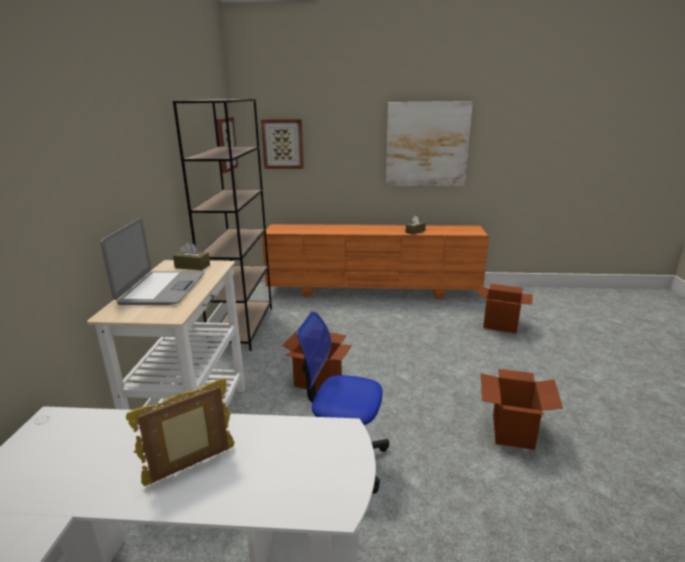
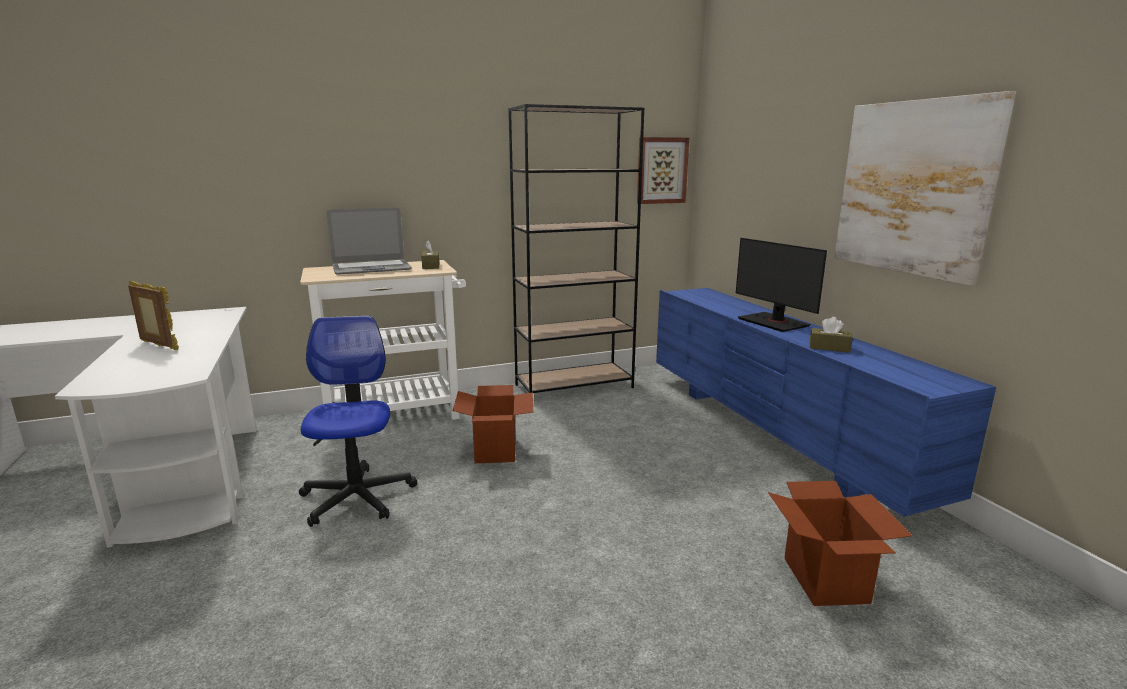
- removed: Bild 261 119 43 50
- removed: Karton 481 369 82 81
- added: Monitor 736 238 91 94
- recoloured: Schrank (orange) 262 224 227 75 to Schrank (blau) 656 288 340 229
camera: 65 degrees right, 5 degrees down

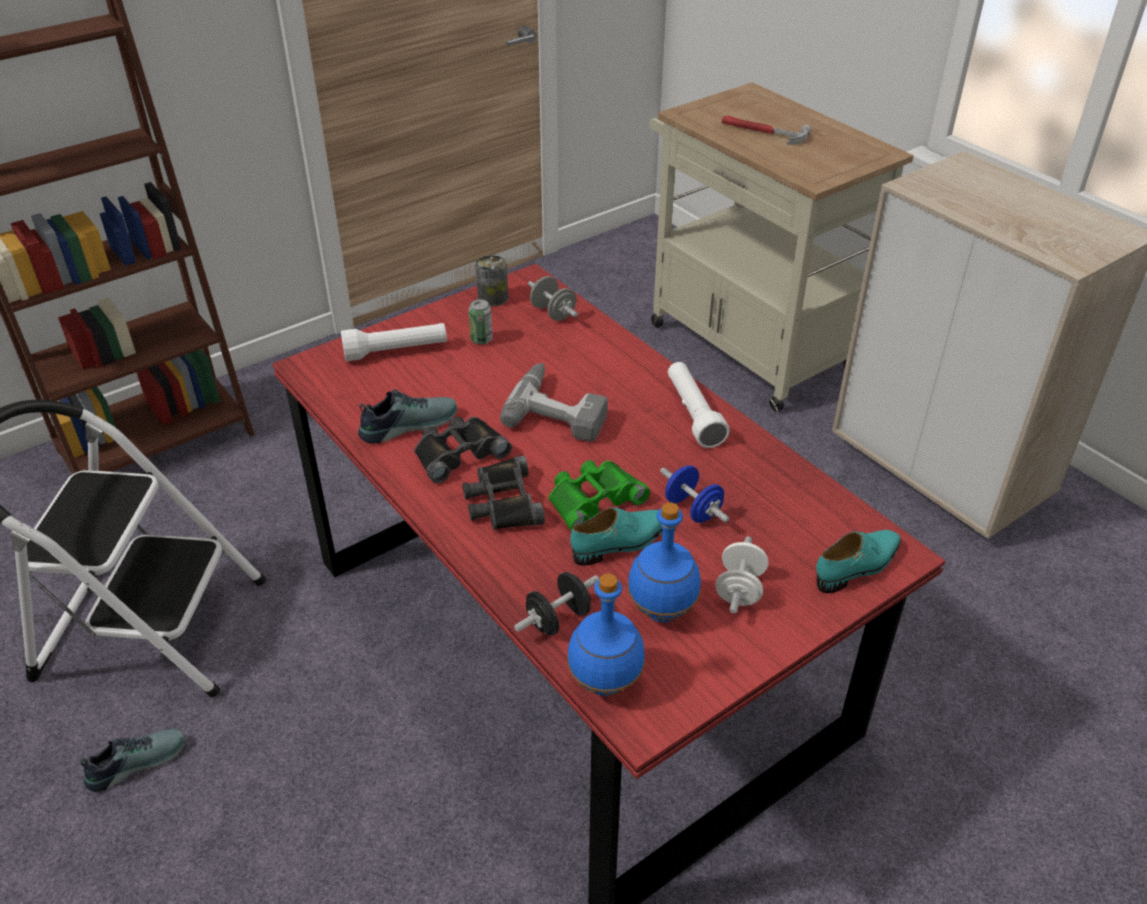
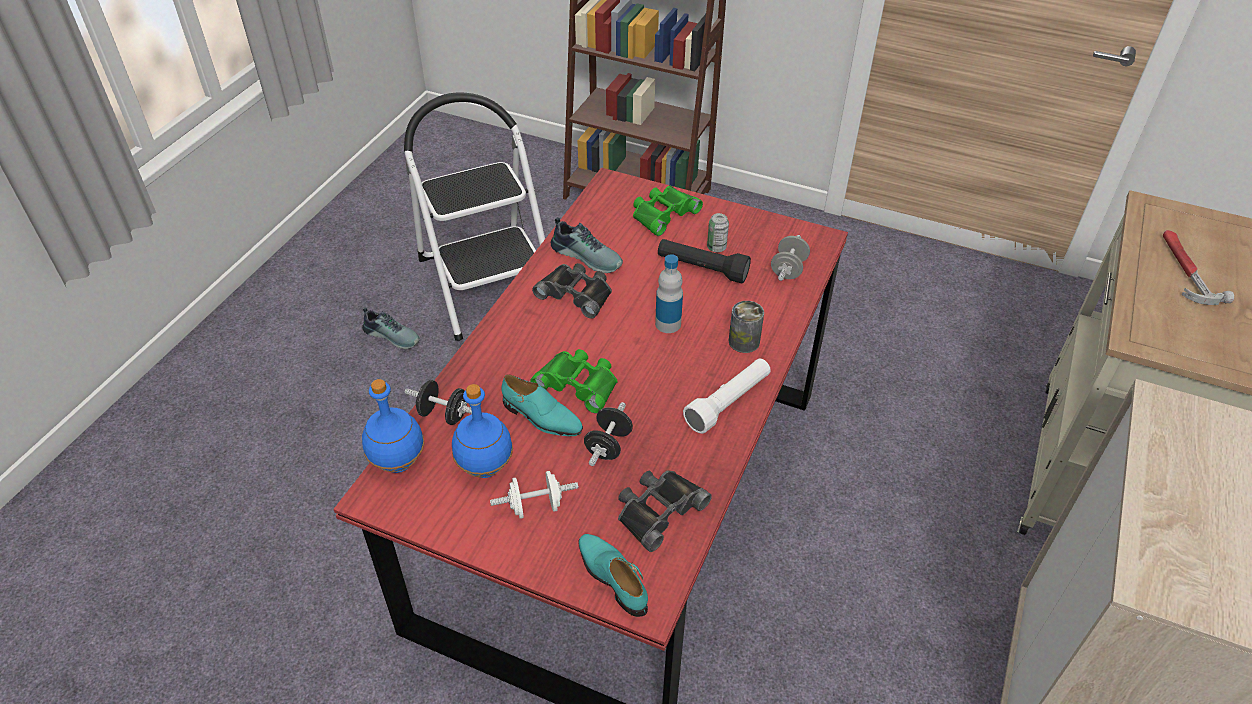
- added: Taschenlampe (schwarz) 658 239 93 45
- moved: Fernglas (schwarz) 463 455 82 75 to 618 470 94 82
- moved: Dose 476 255 32 52 to 729 301 35 52
- replaced: Taschenlampe (weiß) 341 323 106 38 to Fernglas (grün) 633 186 70 50
- replaced: Bohrmaschine 500 363 108 79 to Flasche 655 254 28 79
- recoloured: Hantel (blau) 660 465 70 58 to Hantel (schwarz) 584 402 49 64
- turned: Schuh (türkis) 816 530 85 63 = 578 534 70 83 150 degrees counterclockwise
camera: 60 degrees right, 5 degrees up

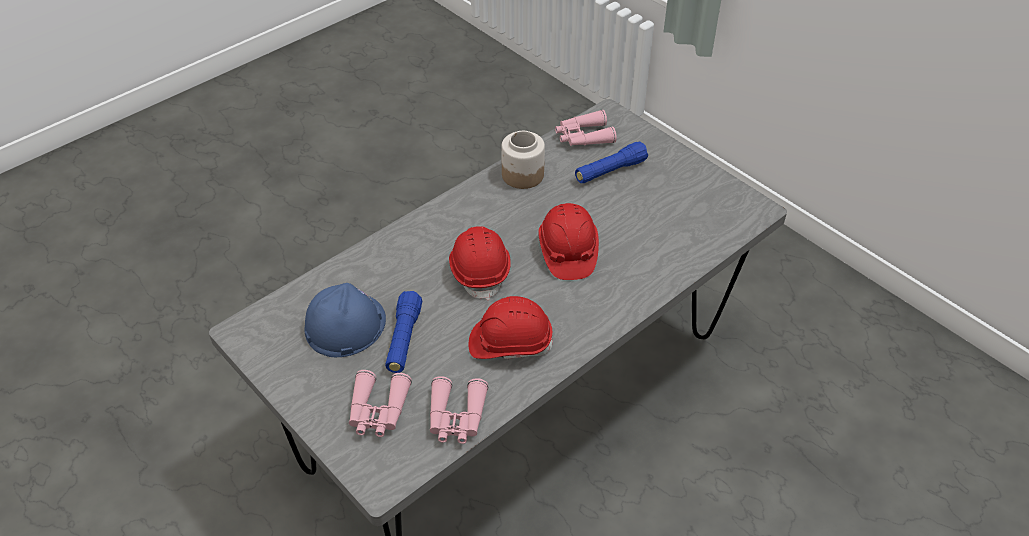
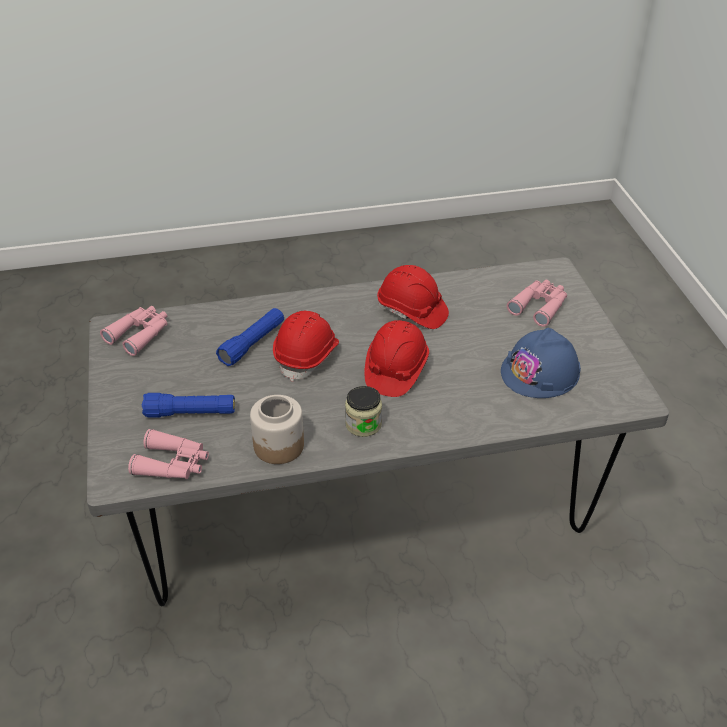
- added: Vorratsglas 345 386 37 51
- moved: Taschenlampe (blau) 385 291 37 82 to 216 308 68 58
- moved: Fernglas (rosa) 430 376 58 68 to 100 306 67 50
camera: 150 degrees left, 5 degrees down

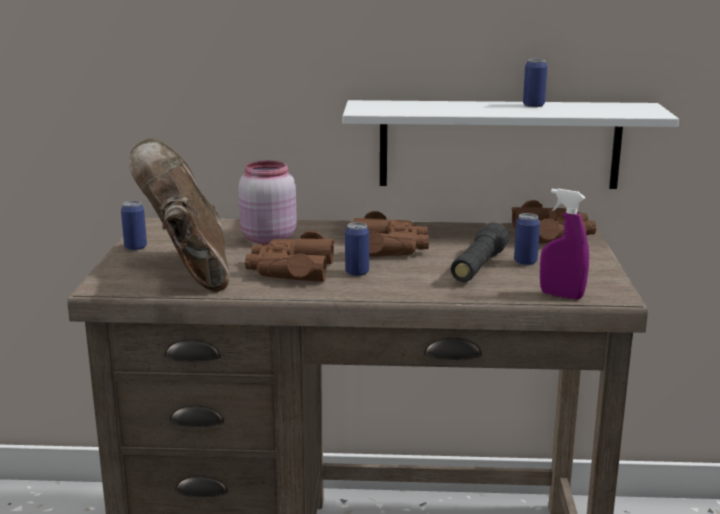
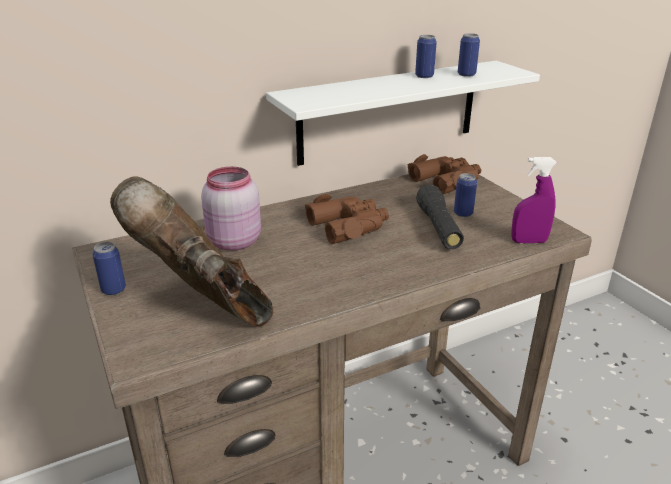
- removed: Fernglas (braun) 245 231 90 51
- moved: Dose 345 222 24 54 to 458 33 22 44
camera: 30 degrees left, 10 degrees up

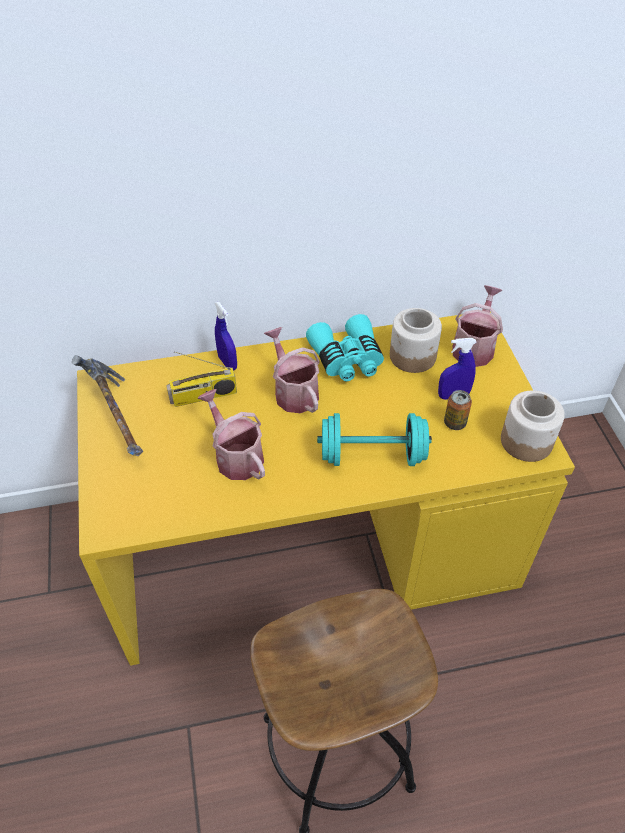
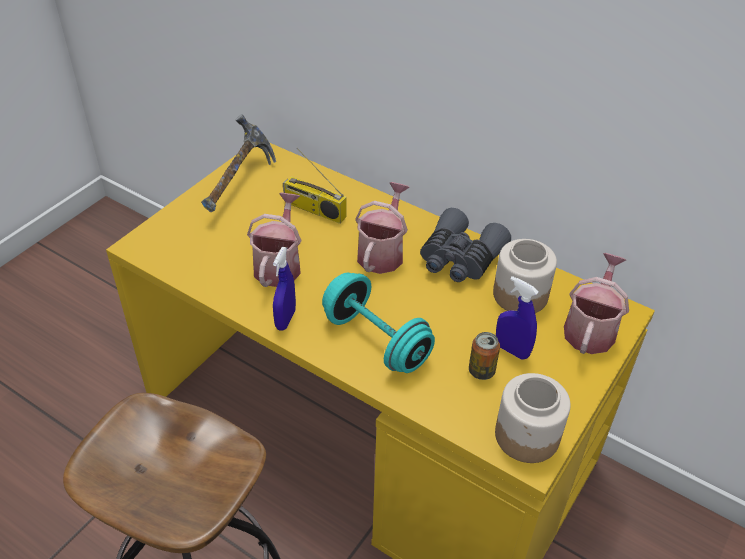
- moved: Sprühflasche (blau) 215 302 22 69 to 273 247 23 84
- recoloured: Fernglas (türkis) 306 314 78 67 to Fernglas (grau) 420 208 91 74
- turned: Gießkanne 452 285 51 82 = 564 253 65 101 45 degrees counterclockwise
camera: 45 degrees right, 5 degrees down

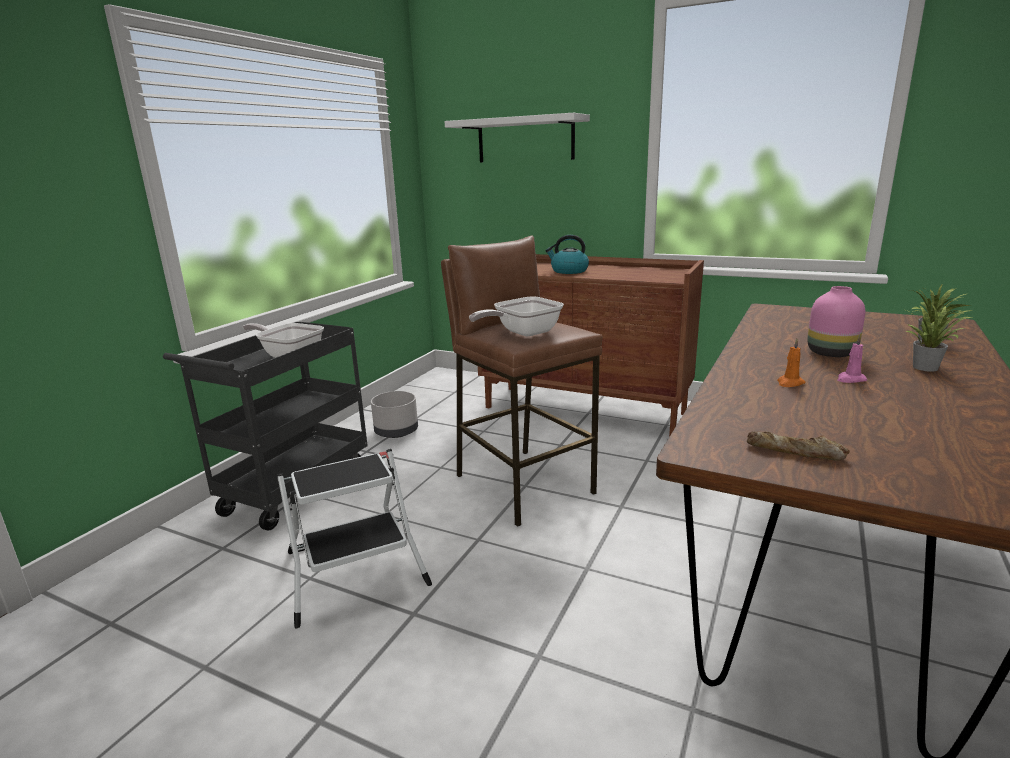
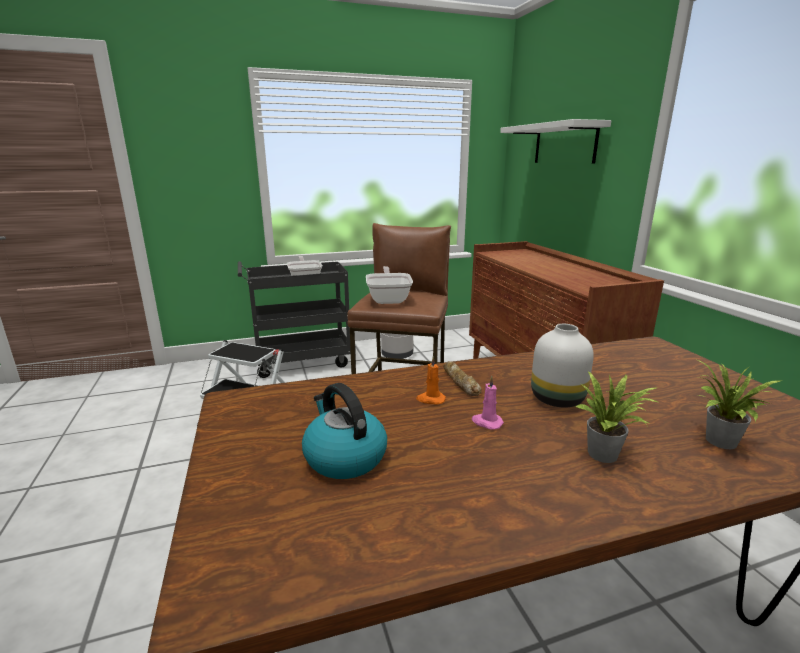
- moved: Wasserkessel 545 235 44 39 to 302 383 85 96
- moved: Brot 747 432 103 29 to 443 361 39 35
- recoloured: Vase (rosa) 807 286 58 71 to Vase (weiß) 531 324 63 84
- turned: Pfanne 469 297 95 39 = 366 266 47 38 75 degrees clockwise
camera: 45 degrees right, 0 degrees up

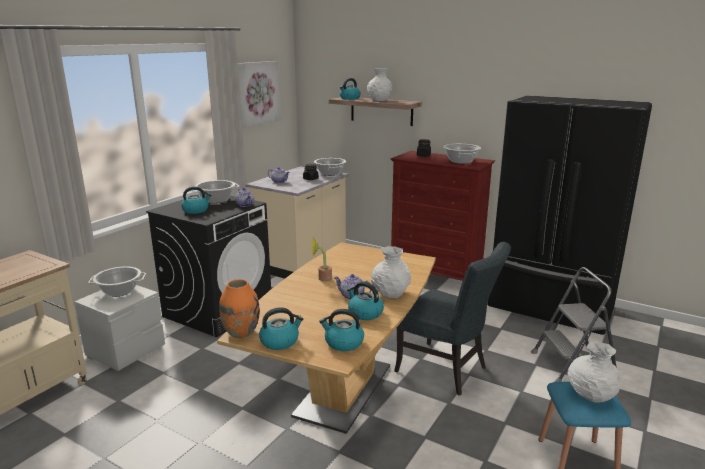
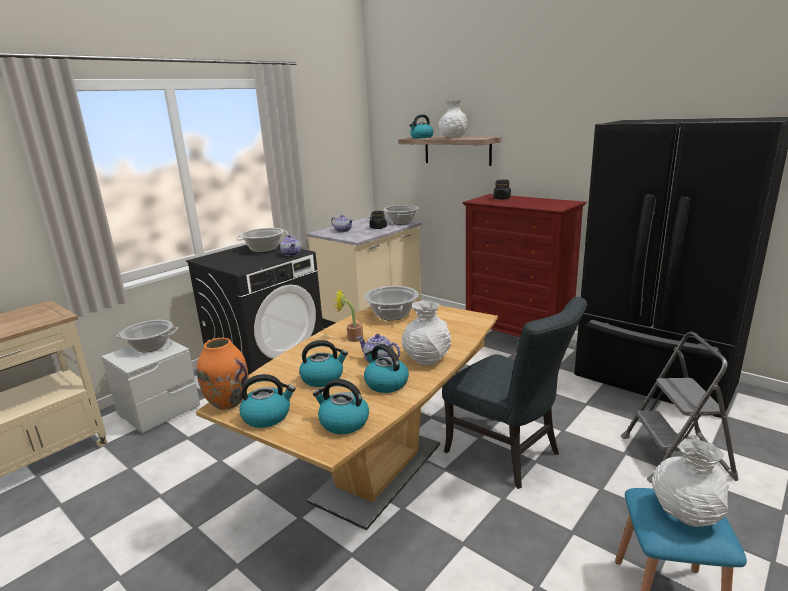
- removed: Bild 237 61 44 67
- moved: Wasserkessel 181 186 30 28 to 299 340 49 47
- moved: Kochtopf 443 144 38 20 to 364 286 55 35
camera: 10 degrees right, 0 degrees up

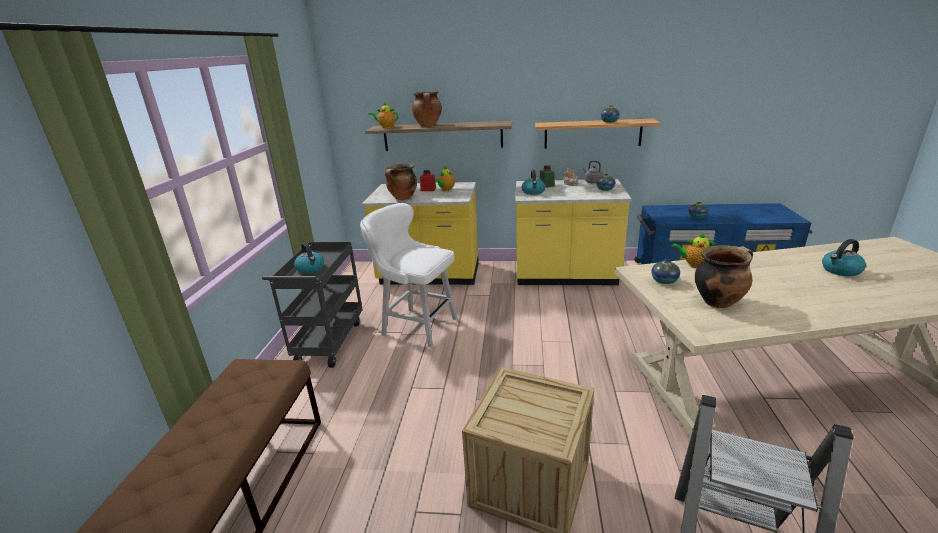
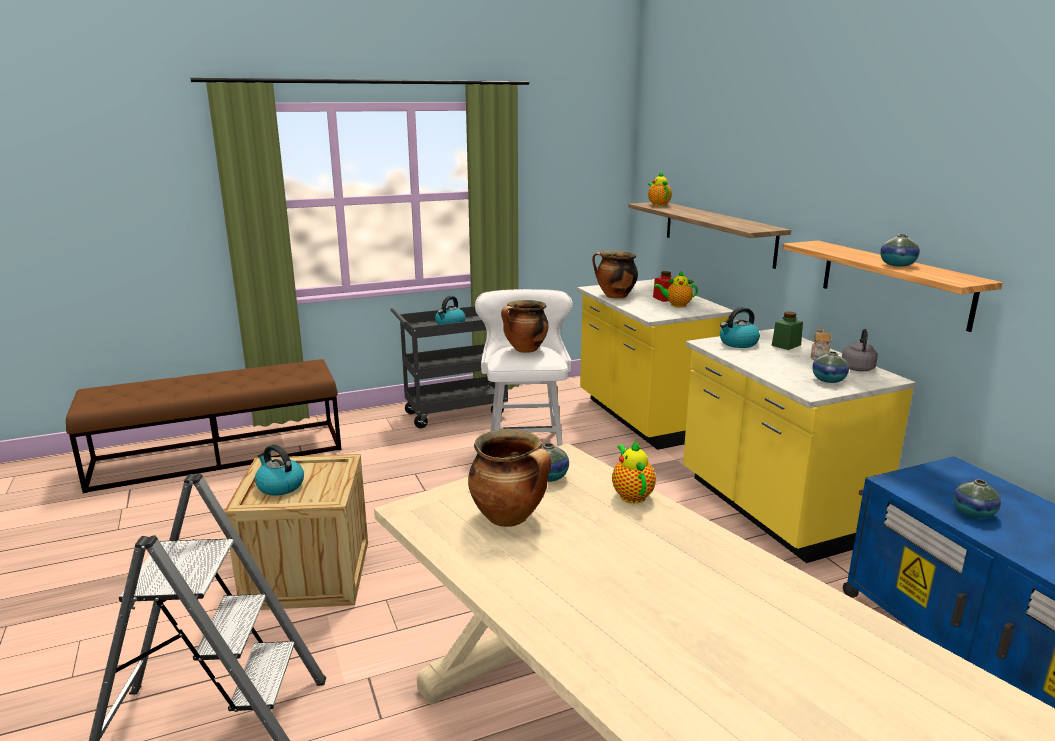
- moved: Kochtopf 412 91 30 36 to 501 300 48 53
- moved: Wasserkessel 822 239 44 37 to 255 445 49 50
camera: 60 degrees right, 5 degrees down

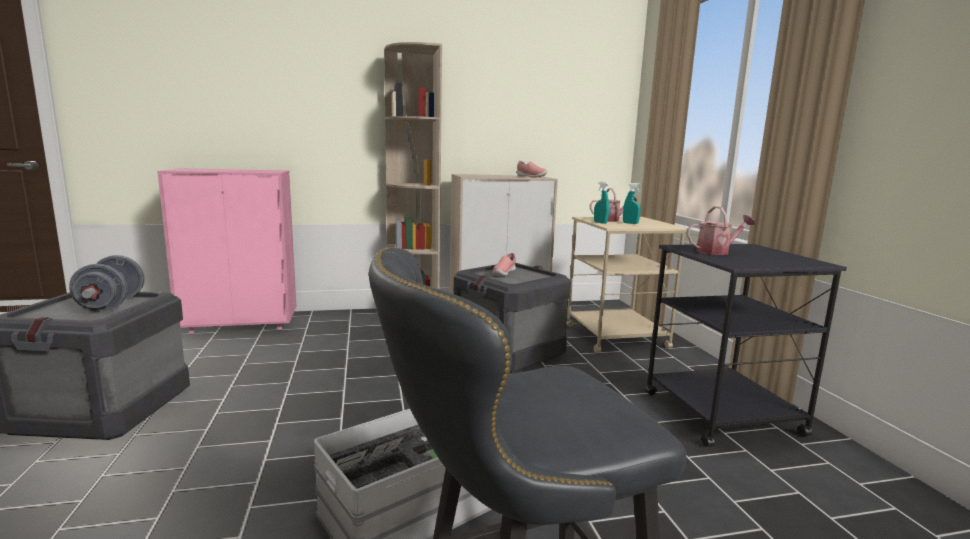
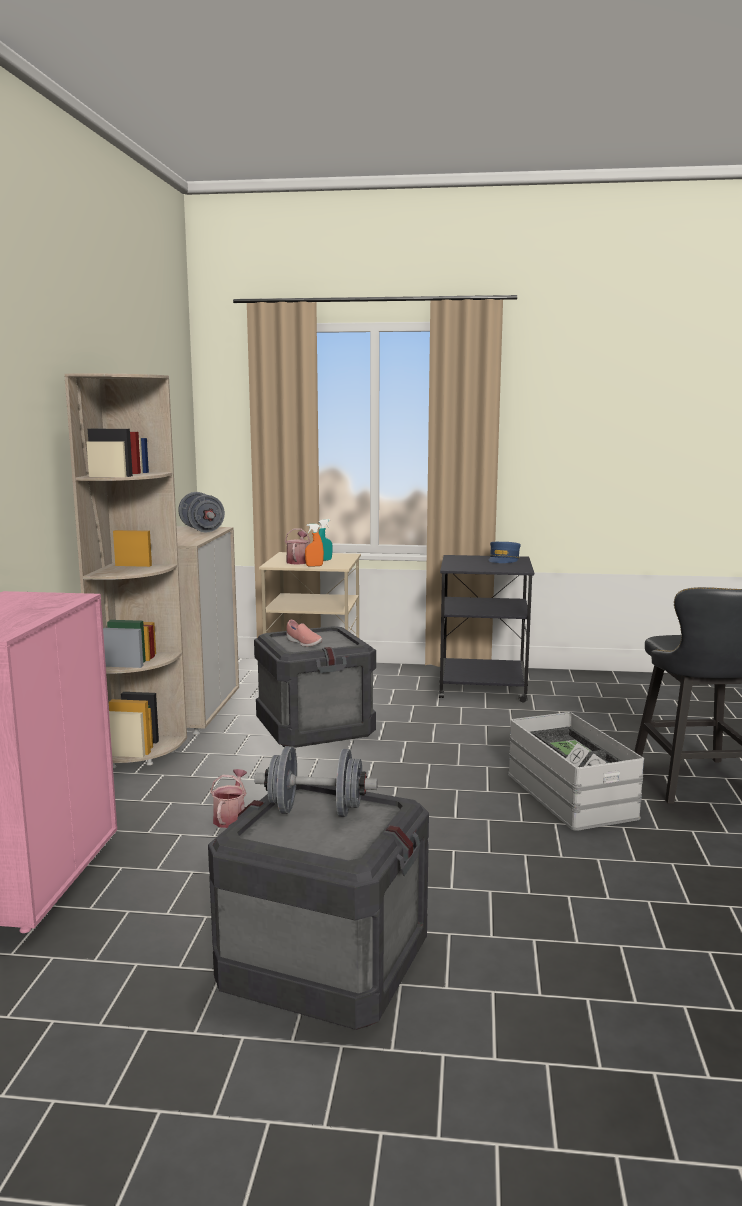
- added: Kappe (blau) 489 542 32 21
- moved: Gießkanne 687 206 68 49 to 210 769 37 59
- replaced: Schuh (rosa) 517 161 30 17 to Hantel (grau) 178 492 47 40
- recoloured: Sprühflasche (türkis) 594 182 15 42 to Sprühflasche (orange) 305 524 19 43
camera: 70 degrees left, 0 degrees up

